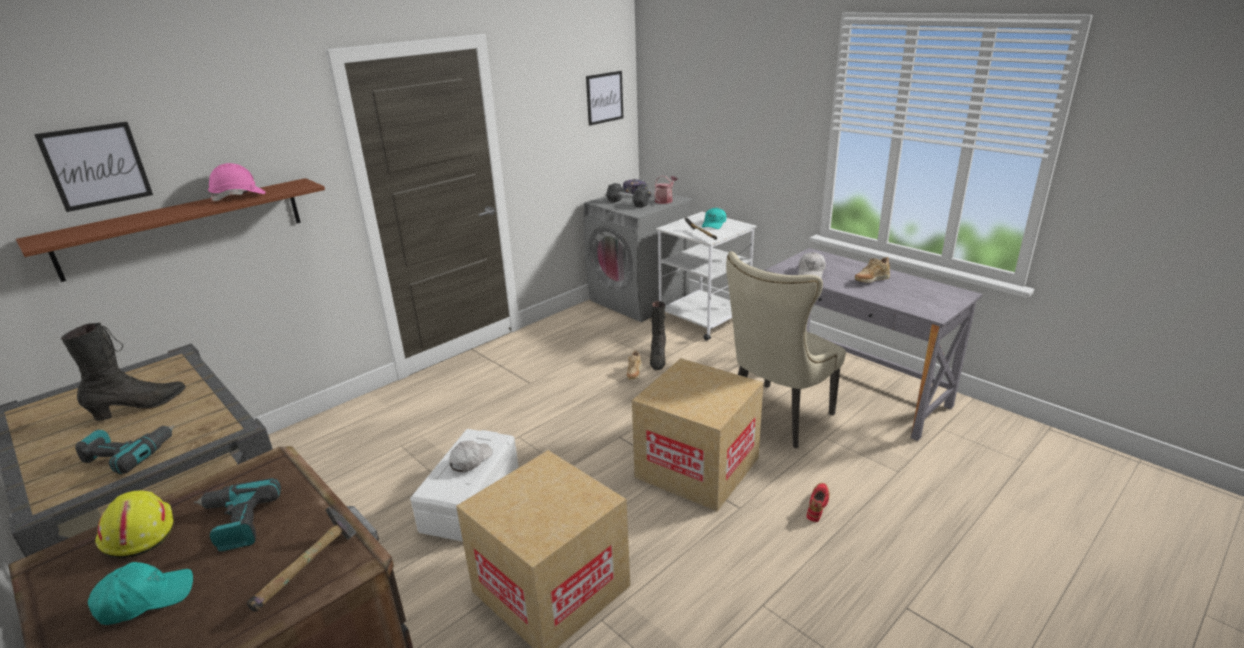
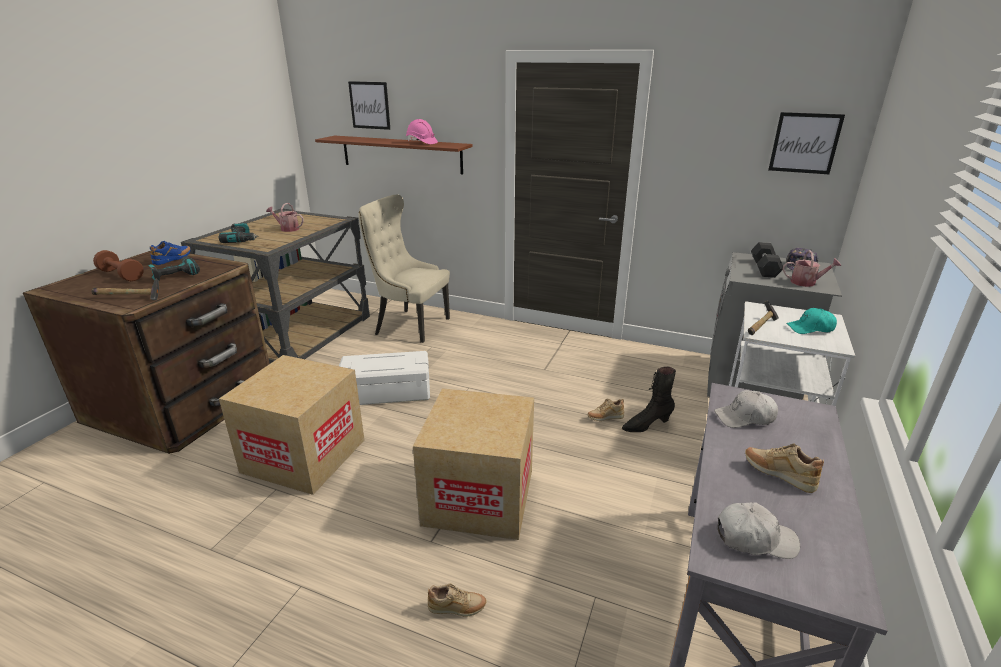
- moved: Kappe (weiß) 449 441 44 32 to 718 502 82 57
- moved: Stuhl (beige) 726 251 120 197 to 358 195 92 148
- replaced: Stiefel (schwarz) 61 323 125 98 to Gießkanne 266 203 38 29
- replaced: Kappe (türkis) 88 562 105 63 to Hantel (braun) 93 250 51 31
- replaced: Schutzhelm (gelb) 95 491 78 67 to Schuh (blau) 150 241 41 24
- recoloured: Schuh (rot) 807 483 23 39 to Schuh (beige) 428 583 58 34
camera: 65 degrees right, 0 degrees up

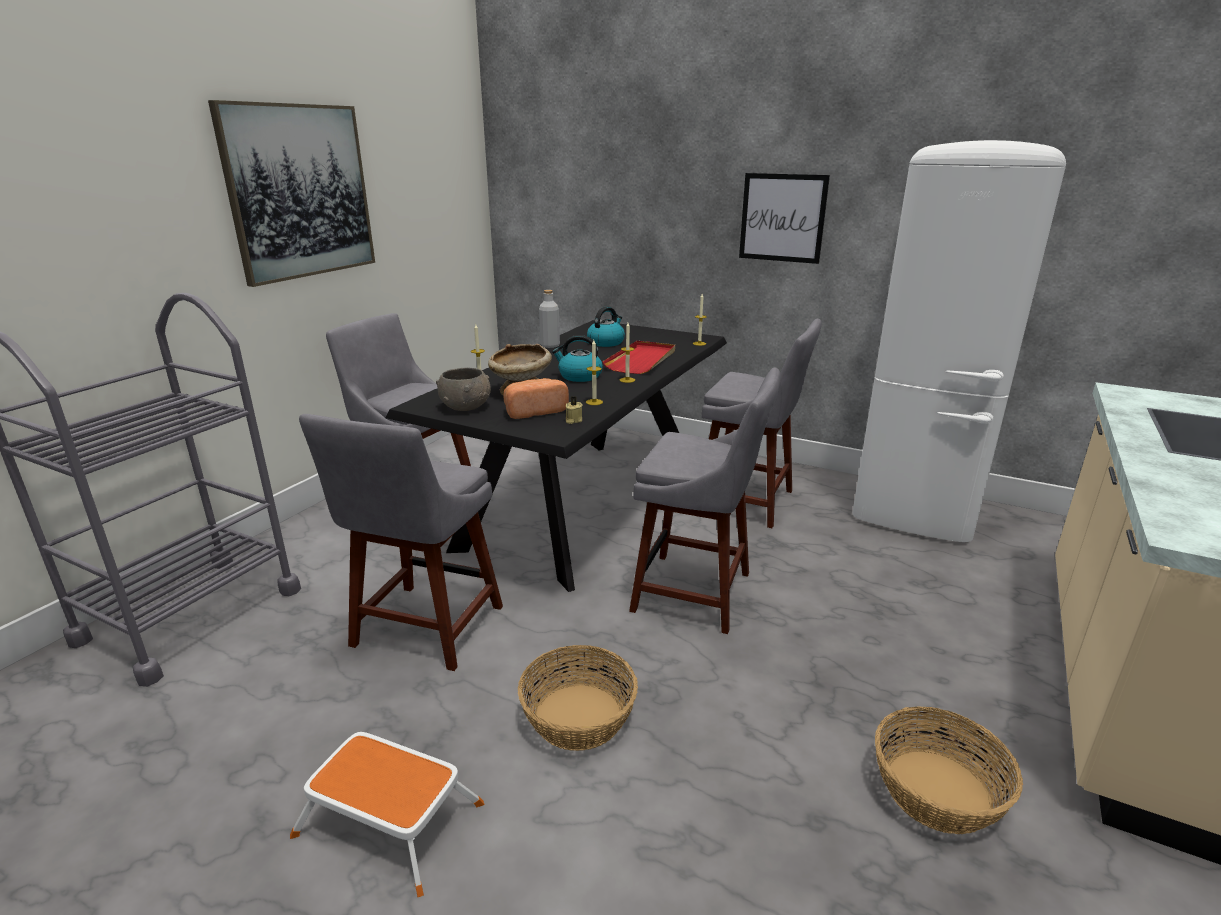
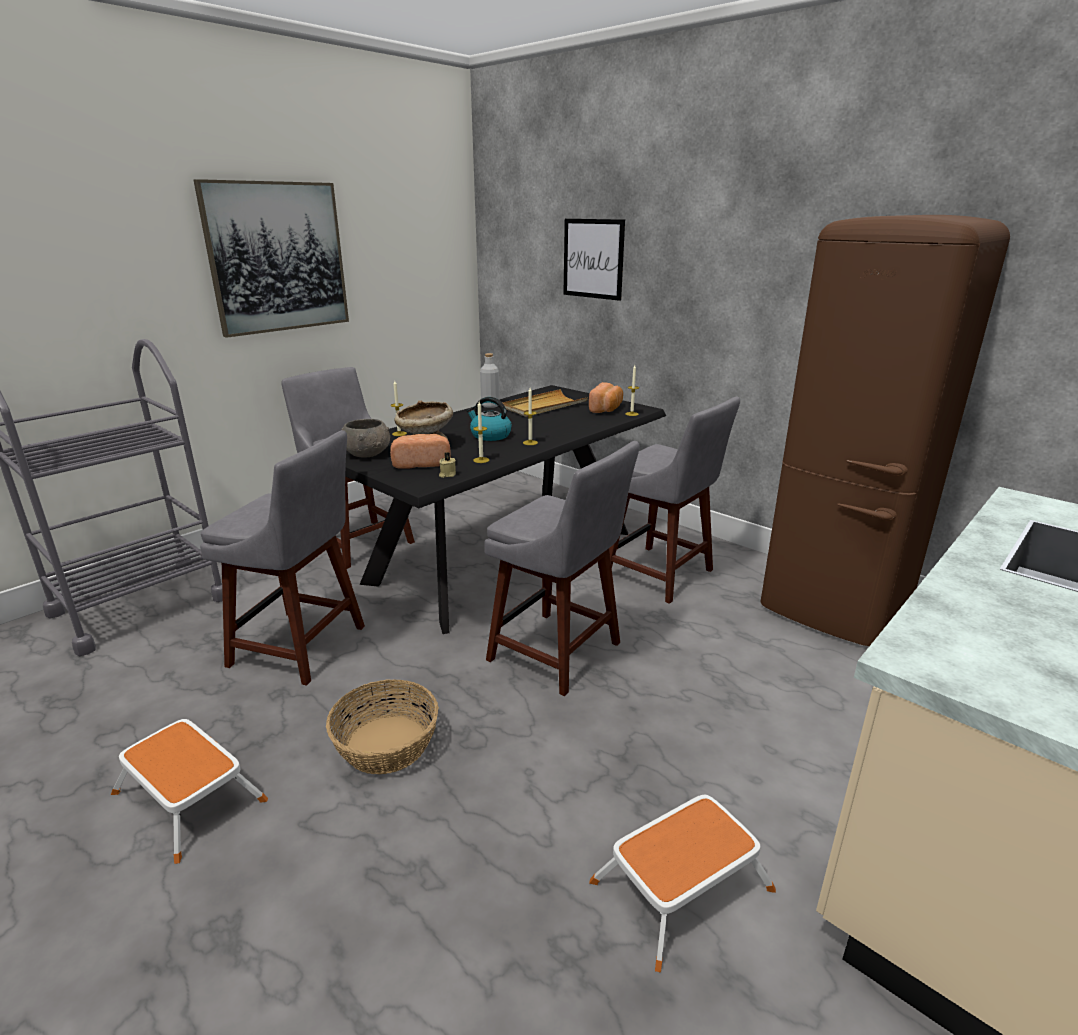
- removed: Tablett (rot) 602 341 73 33
- added: Brot 589 382 34 31
- moved: Bild 739 173 91 91 to 563 219 62 82
- replaced: Wasserkessel 587 306 38 41 to Tablett (beige) 502 389 86 28
- replaced: Korb 875 706 148 128 to Trittleiter (orange) 589 795 187 177
- recoloured: Kühlschrank (weiß) 852 140 214 402 to Kühlschrank (braun) 761 215 249 431
- turned: Stuhl (grau) 299 414 204 257 = 200 430 165 256 105 degrees counterclockwise
camera: 15 degrees right, 0 degrees up

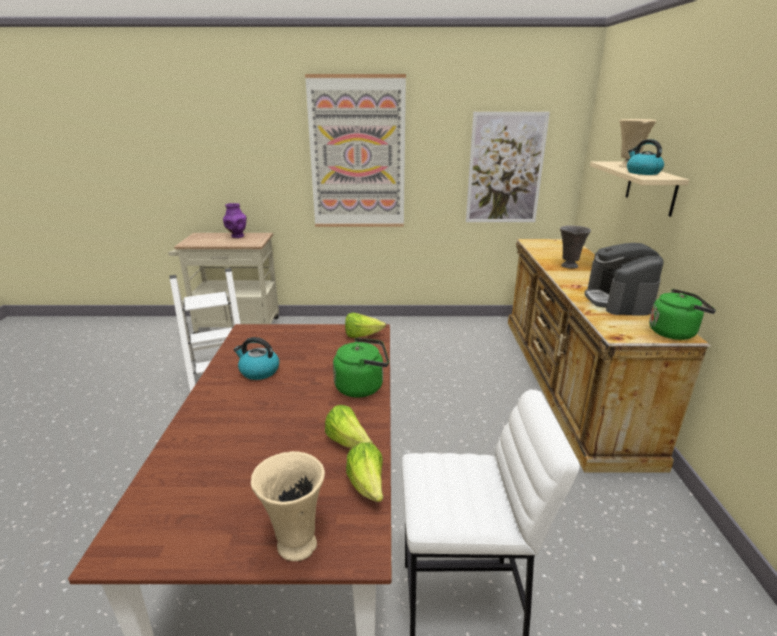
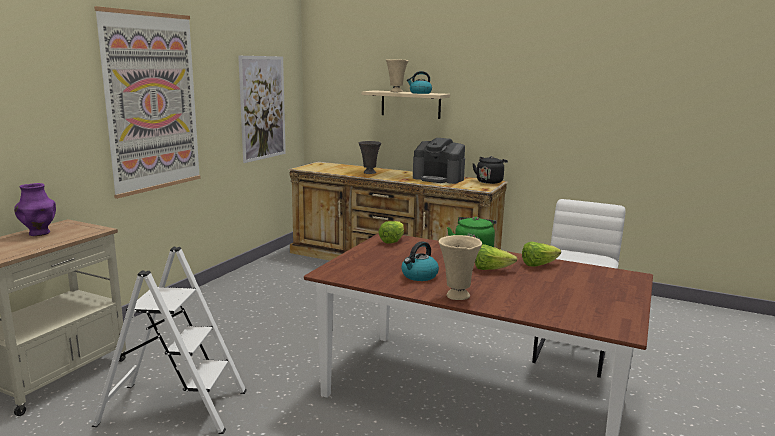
- moved: Vase (beige) 251 451 74 110 to 439 235 43 65
- moved: Salatkopf 346 442 37 60 to 475 244 42 26
- recoloured: Wasserkessel (grün) 649 289 67 51 to Wasserkessel (schwarz) 472 156 36 28
camera: 65 degrees left, 10 degrees down

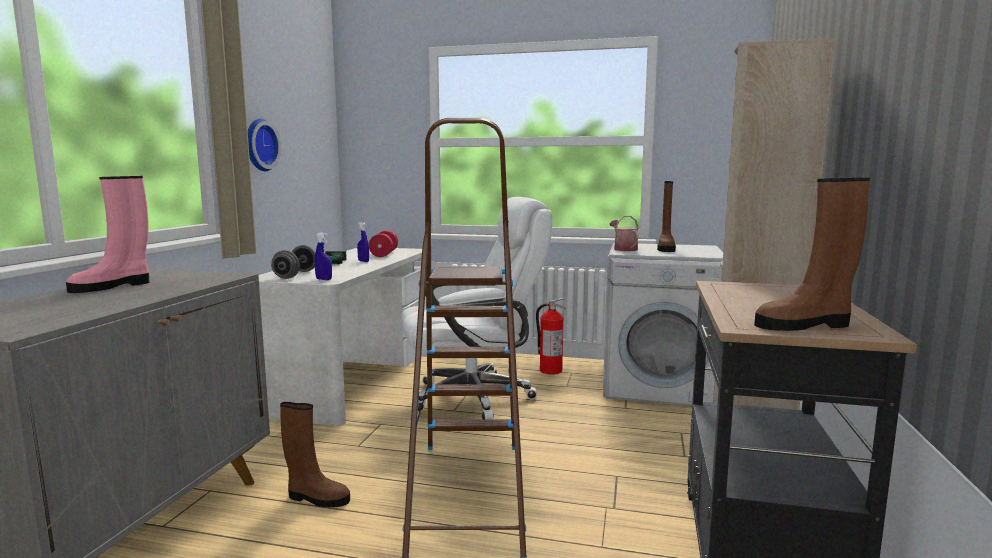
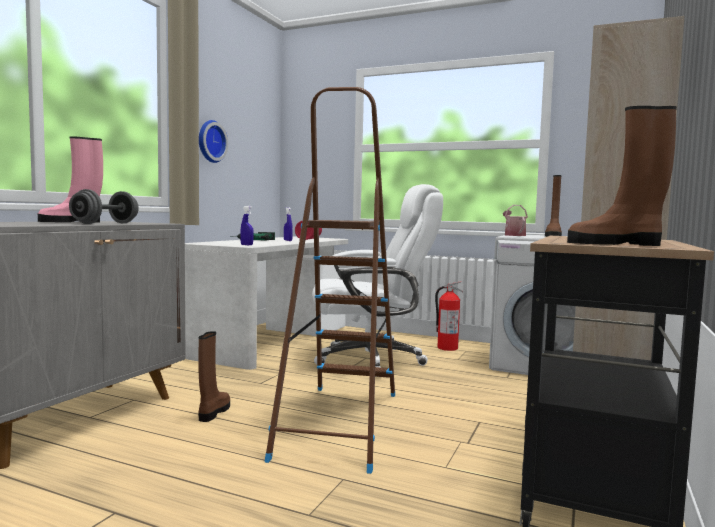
- moved: Hantel (grau) 271 245 44 34 to 69 189 70 35
- turned: Stiefel (braun) 280 402 70 105 = 198 331 32 91 105 degrees counterclockwise
camera: 10 degrees right, 5 degrees down

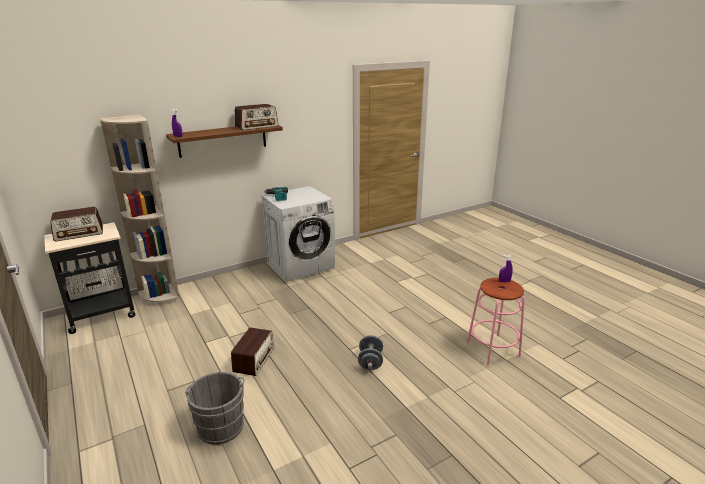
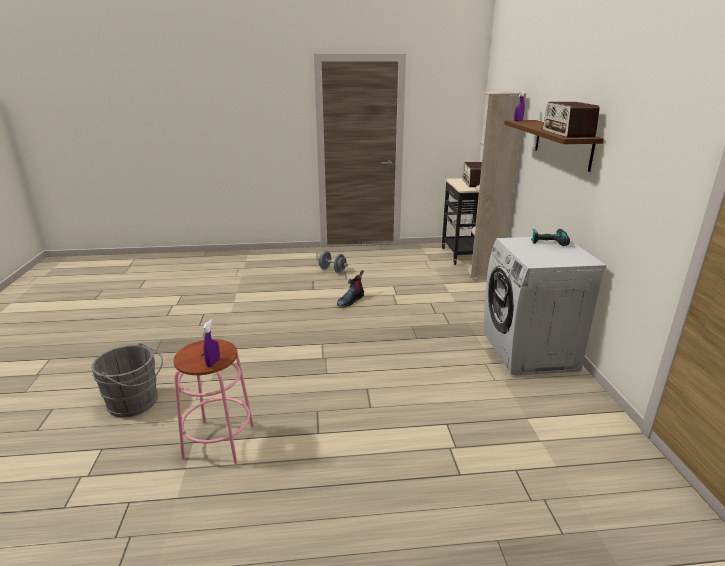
- moved: Eimer (grau) 185 372 59 73 to 91 343 72 74
- moved: Hantel (grau) 358 335 25 35 to 317 251 31 22
- replaced: Radio 231 328 43 48 to Stiefel 337 270 27 37
camera: 115 degrees right, 0 degrees up

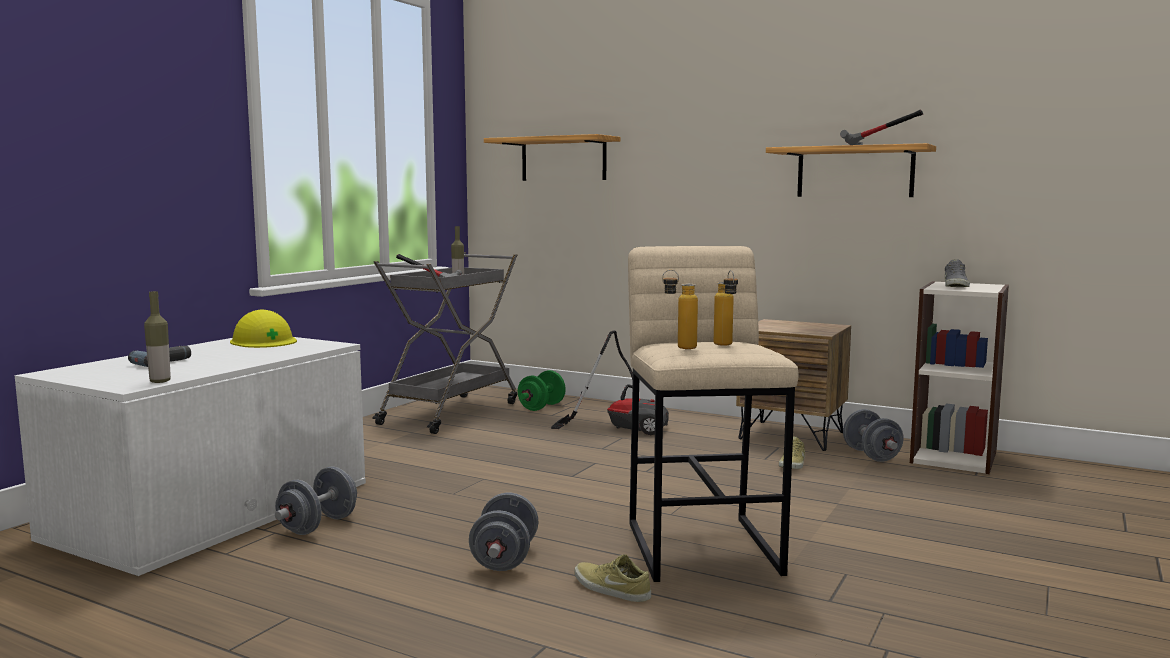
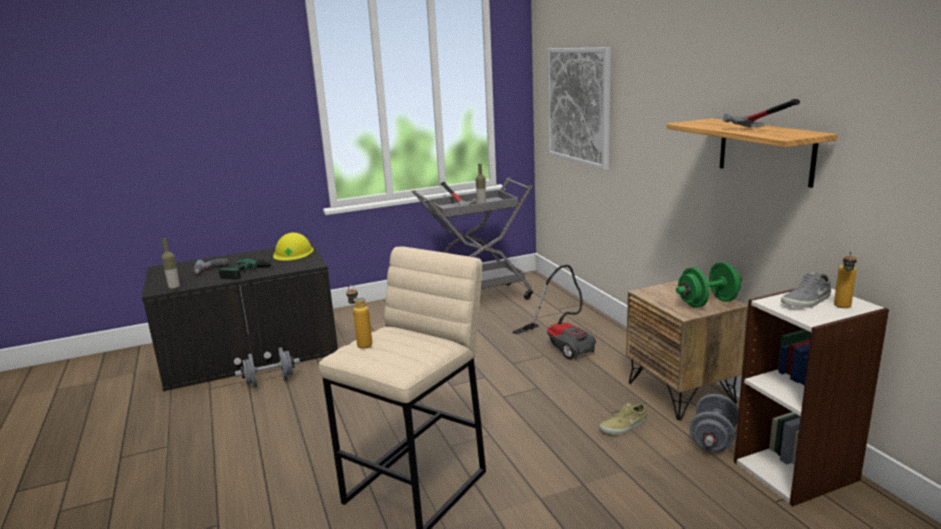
- removed: Hantel (grau) 469 493 69 78
- removed: Schuh (beige) 575 554 76 48
- added: Bohrmaschine 219 259 54 20
- moved: Hantel (grün) 518 370 48 41 to 676 262 66 46
- moved: Flasche 714 270 24 76 to 834 251 23 57
- replaced: Wandregal 484 134 136 47 to Bild 547 47 64 123
- recoloured: Schrank (weiß) 15 337 351 239 to Schrank (schwarz) 142 242 196 149
camera: 40 degrees right, 10 degrees up

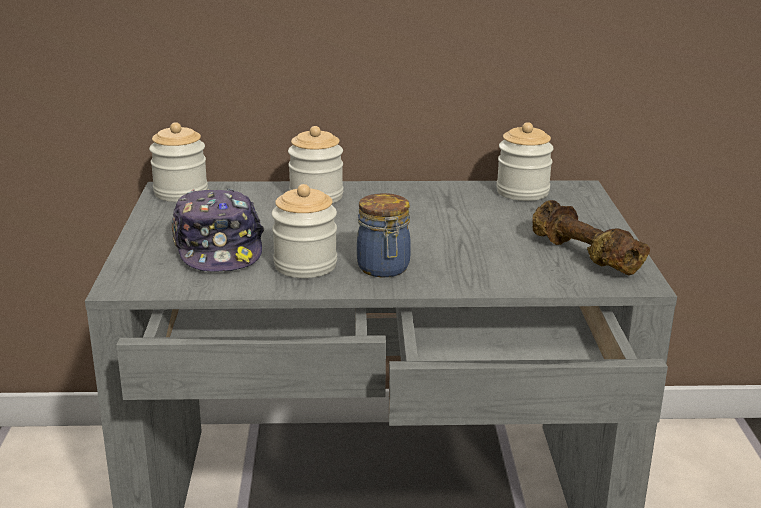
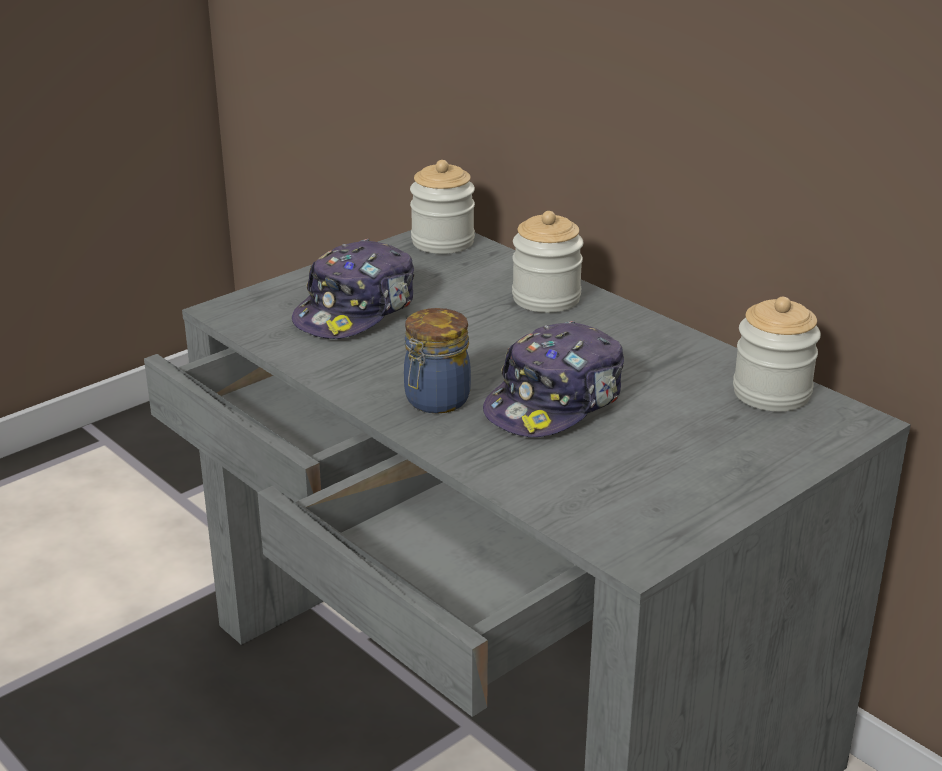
- removed: Vorratsglas 272 184 65 94
- removed: Hantel (braun) 532 200 118 75
- added: Kappe 483 321 141 116
camera: 50 degrees right, 5 degrees up

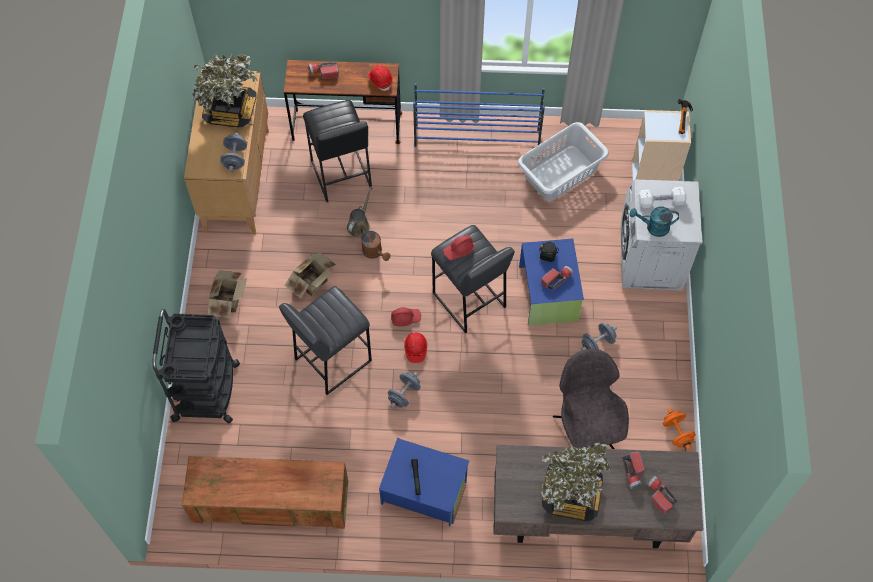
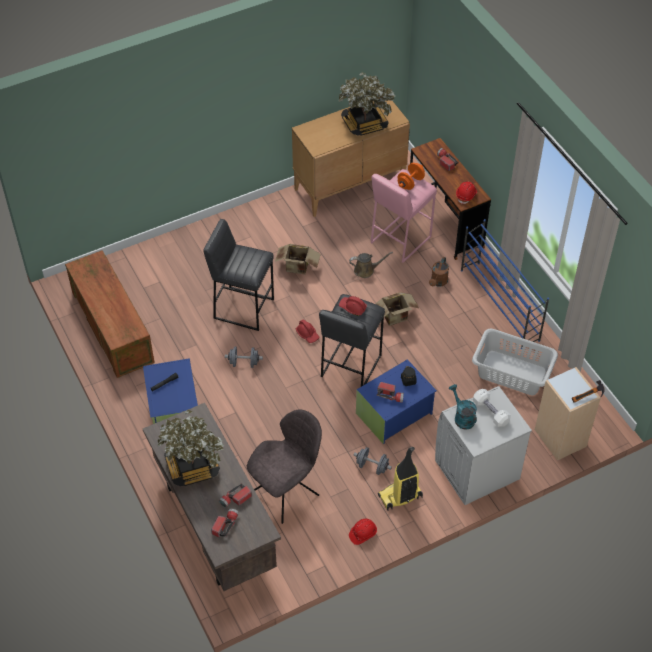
- removed: Rollwagen (schwarz) 153 309 87 114
- removed: Hantel (grau) 220 133 27 39
- added: Staubsauger 378 447 45 64
- moved: Karton 208 270 39 48 to 375 292 44 34
- moved: Gießkanne (braun) 360 227 30 34 to 429 257 20 29
- moved: Schutzhelm (rot) 404 332 23 31 to 349 519 28 26
- moved: Hantel (orange) 663 409 33 41 to 397 163 28 27
- recoloured: Hocker (schwarz) 303 100 69 102 to Hocker (rosa) 371 169 66 94
camera: 60 degrees right, 10 degrees down

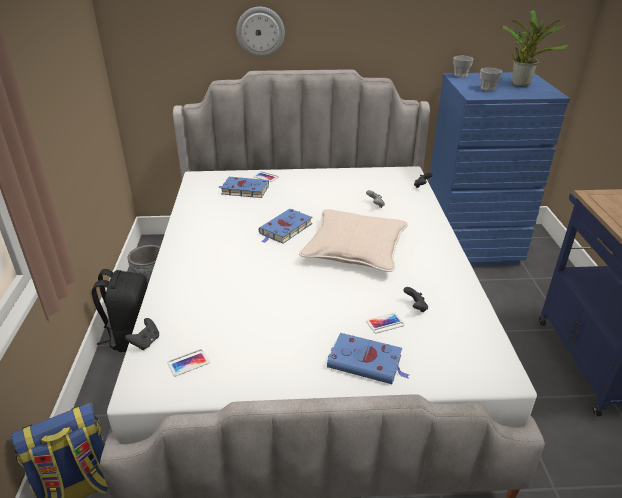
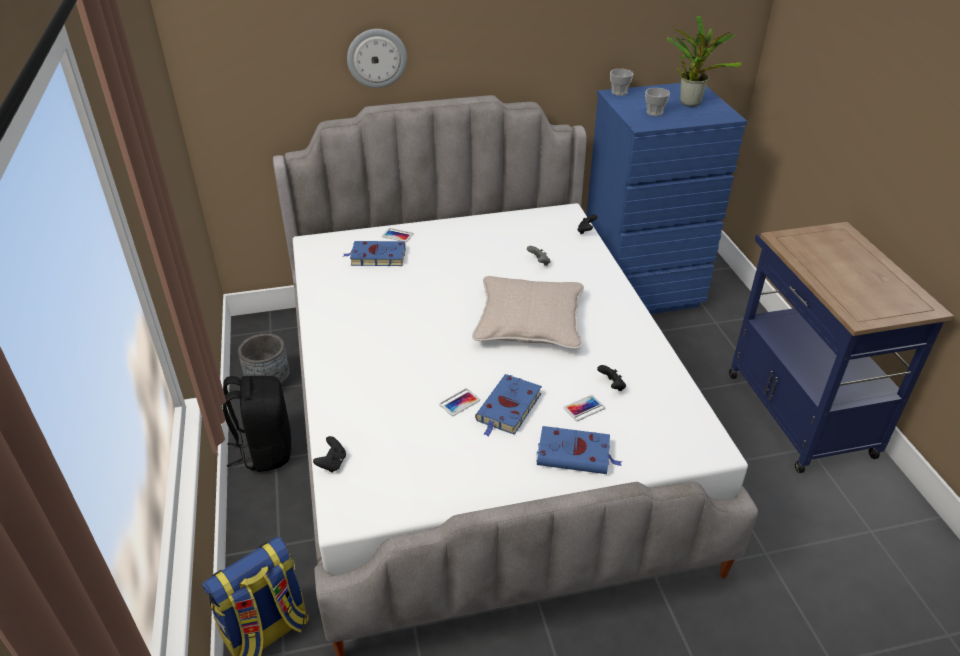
- moved: Handy 167 349 43 27 to 439 388 41 28
- moved: Buch (blau) 259 209 53 35 to 475 374 67 63
camera: 10 degrees left, 5 degrees up

